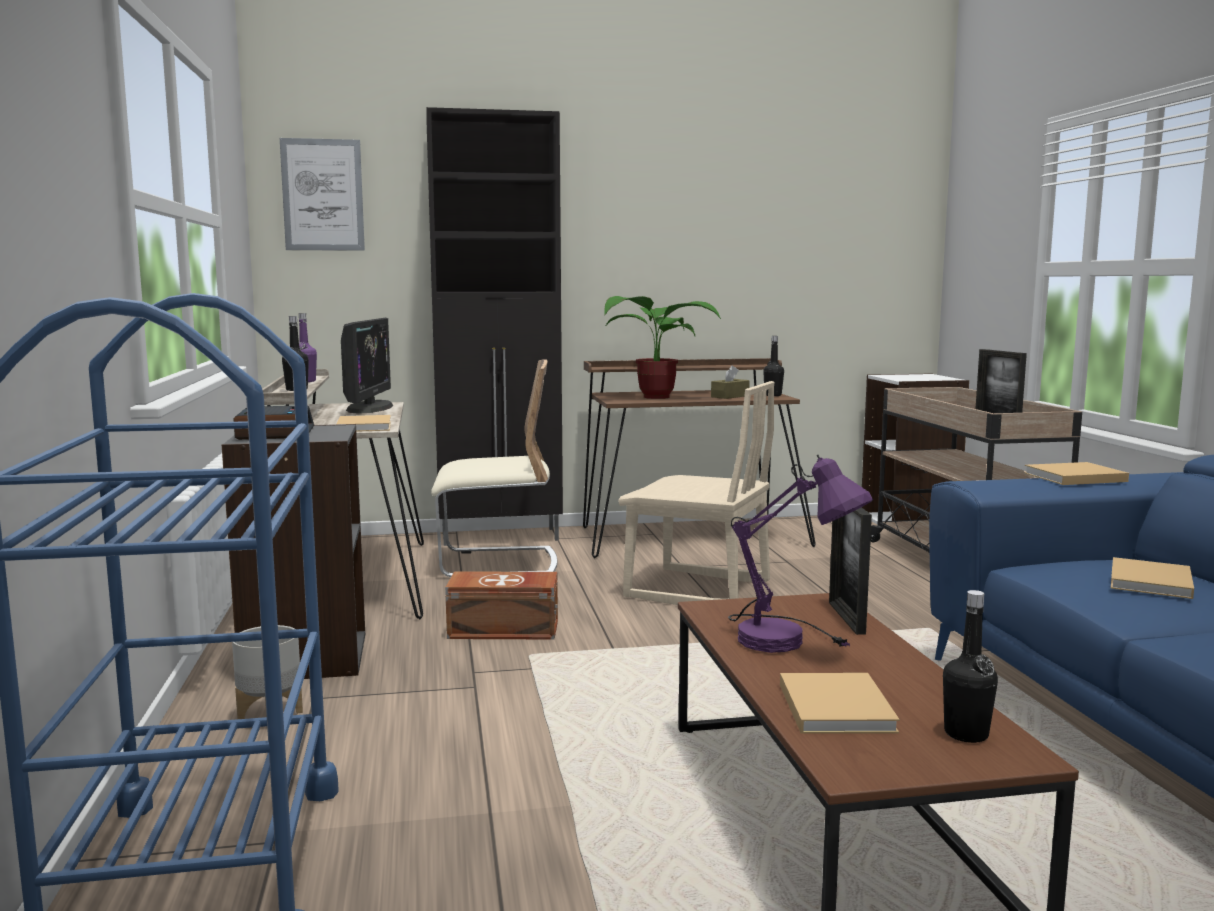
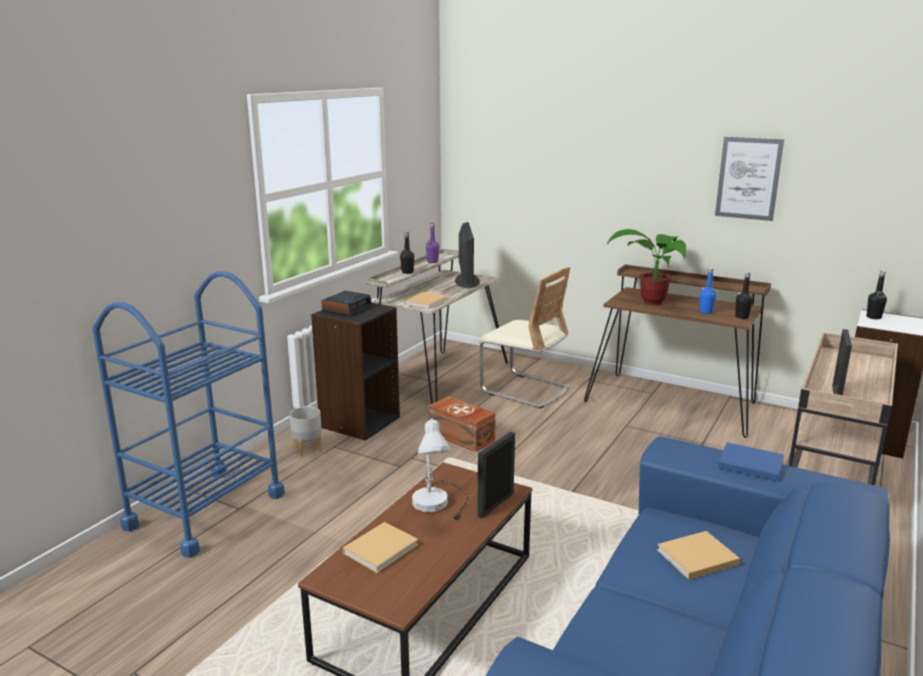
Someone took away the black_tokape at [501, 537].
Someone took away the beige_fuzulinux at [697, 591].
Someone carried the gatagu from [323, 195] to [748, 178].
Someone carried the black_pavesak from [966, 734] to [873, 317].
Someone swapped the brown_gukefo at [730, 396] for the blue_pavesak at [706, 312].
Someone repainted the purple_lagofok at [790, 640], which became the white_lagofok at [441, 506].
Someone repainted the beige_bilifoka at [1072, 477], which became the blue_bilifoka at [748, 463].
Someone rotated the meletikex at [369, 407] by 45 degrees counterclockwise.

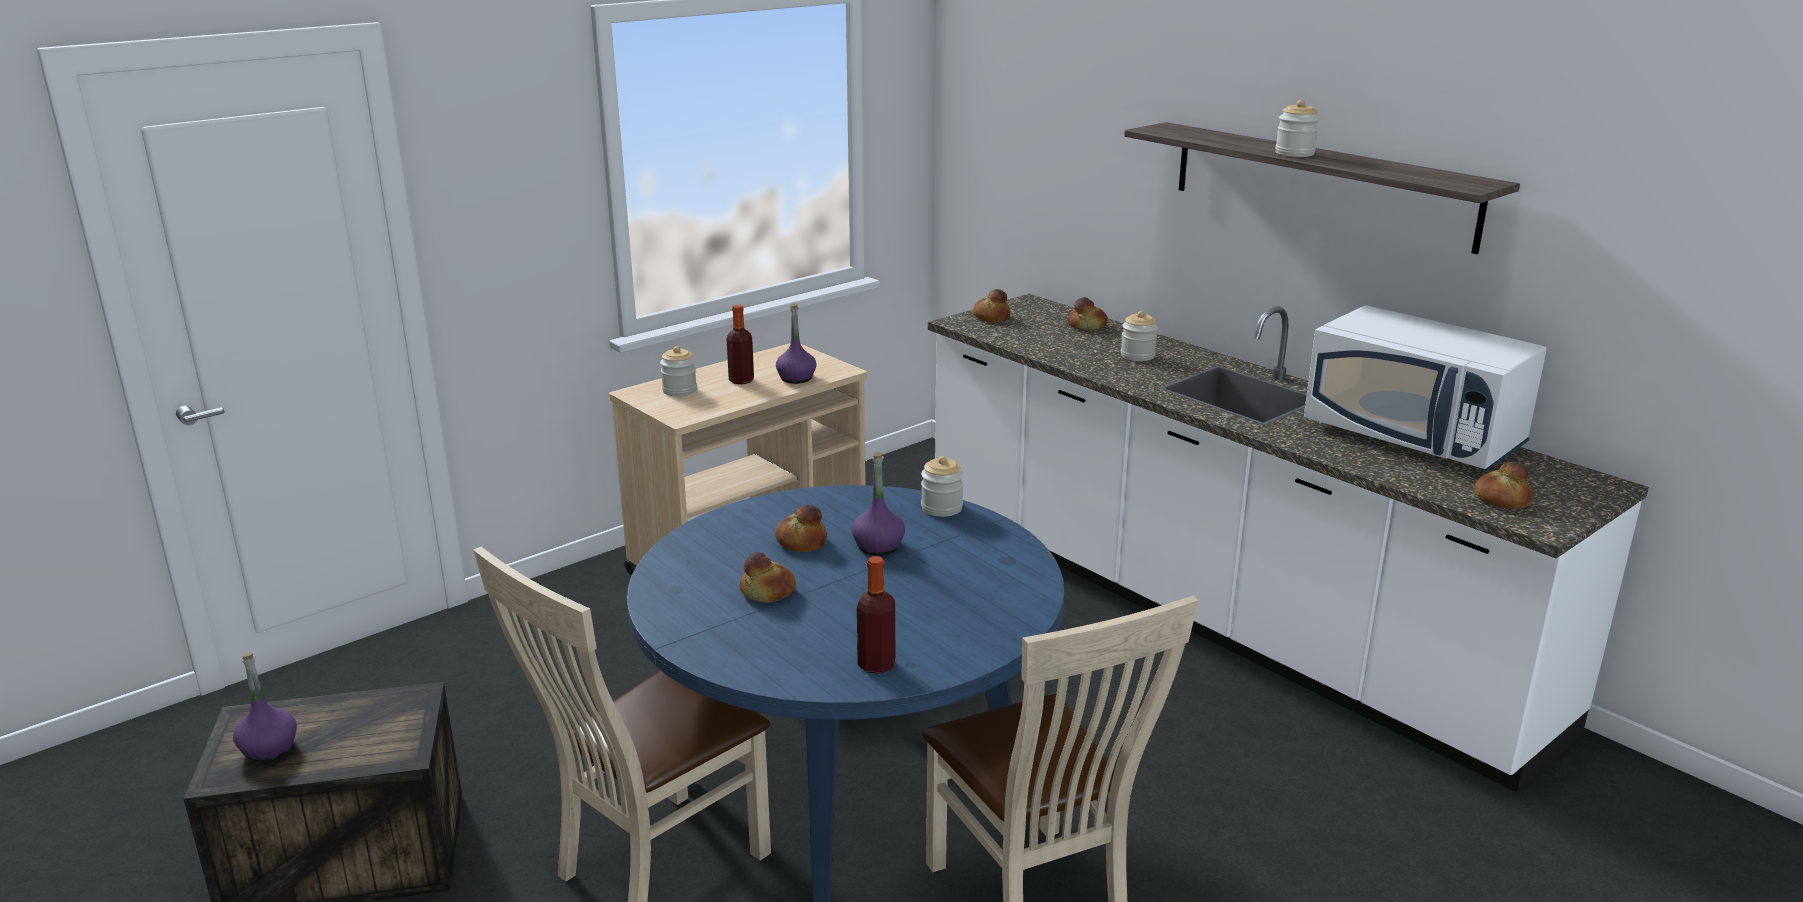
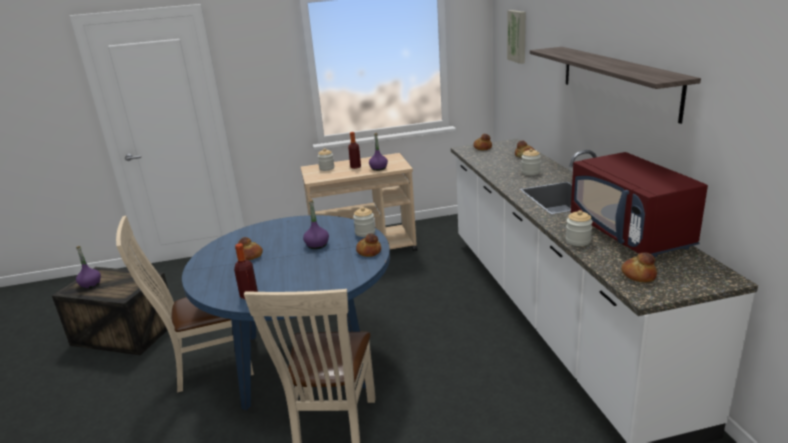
Someone put up the gatagu at [518, 36].
Someone carried the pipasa from [801, 542] to [369, 251].
Someone carried the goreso from [1294, 153] to [578, 241].
Someone repainted the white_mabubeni at [1414, 438], which became the red_mabubeni at [630, 233].

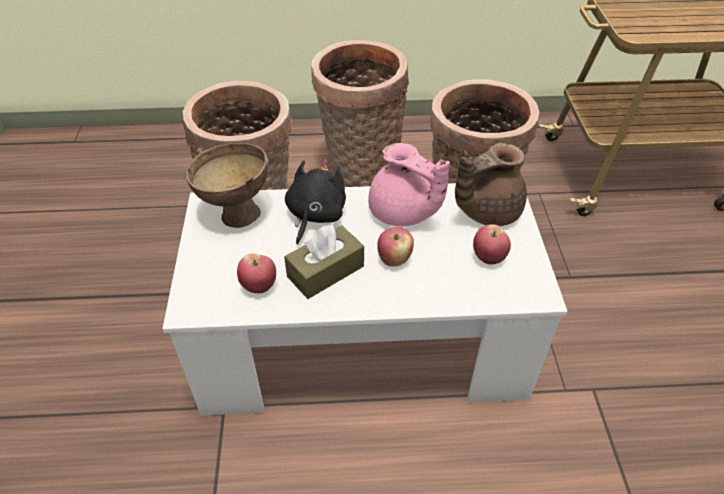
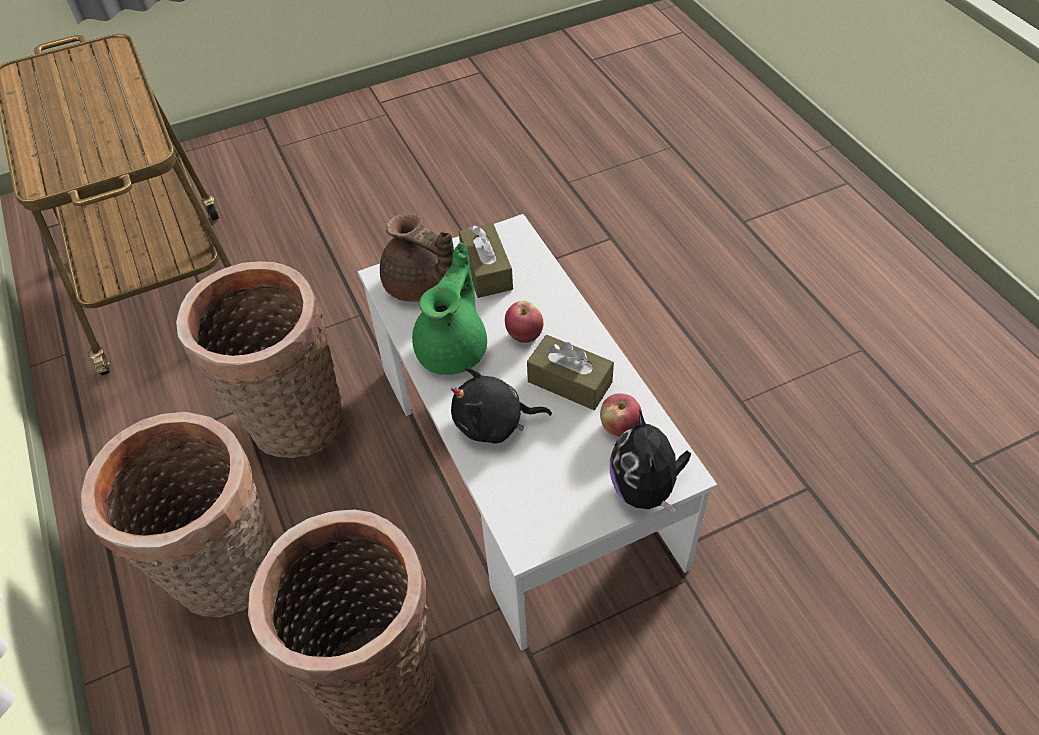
Someone took away the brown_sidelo at [235, 212].
Someone put down the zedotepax at [645, 489].
Someone swapped the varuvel at [488, 257] for the brown_gukefo at [486, 270].
Someone repainted the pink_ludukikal at [402, 213], which became the green_ludukikal at [454, 349].

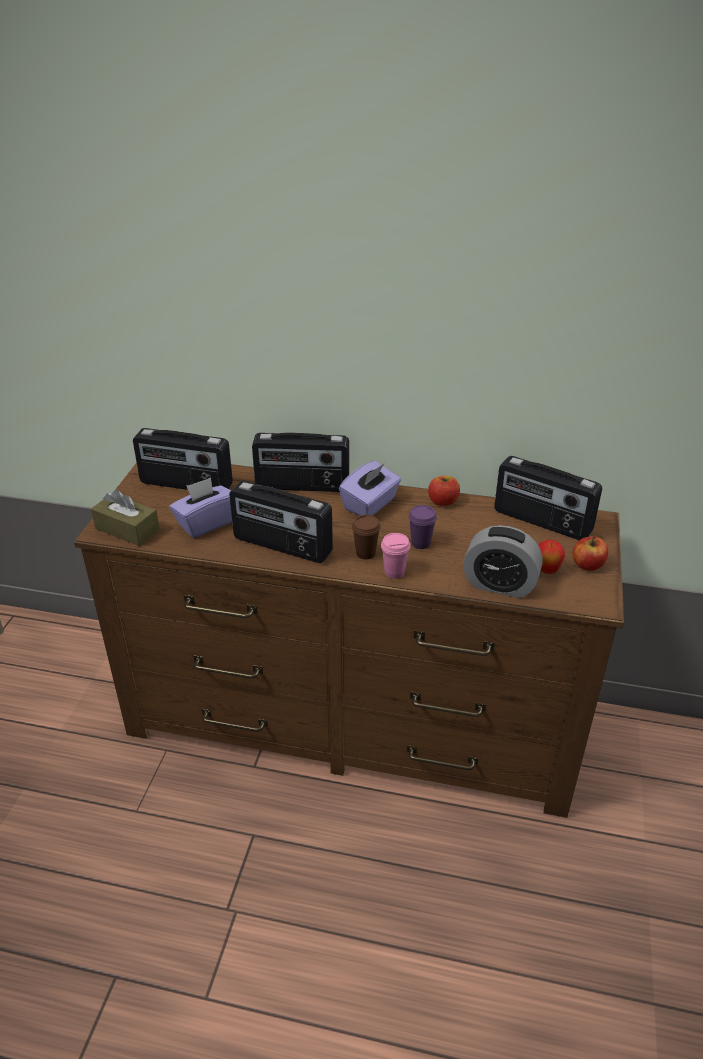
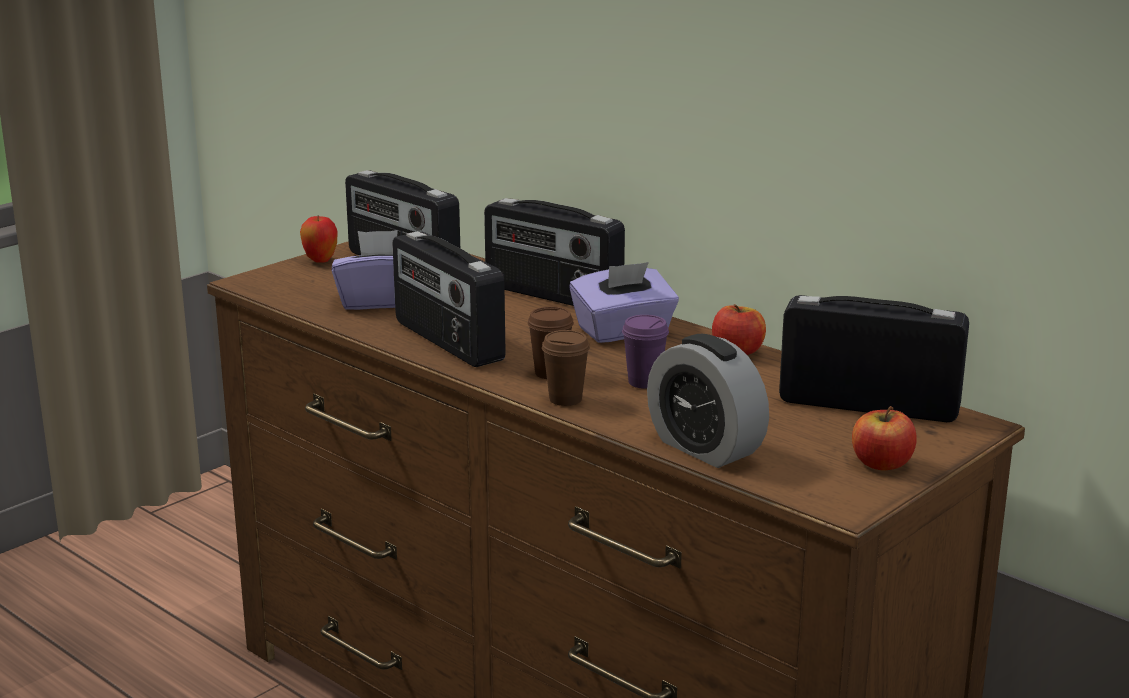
Someone took away the brown_gukefo at [127, 529].
Someone carried the varuvel from [546, 571] to [320, 261].
Someone repainted the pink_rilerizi at [394, 572], which became the brown_rilerizi at [565, 399].
Someone rotated the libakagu at [541, 522] by 135 degrees clockwise.

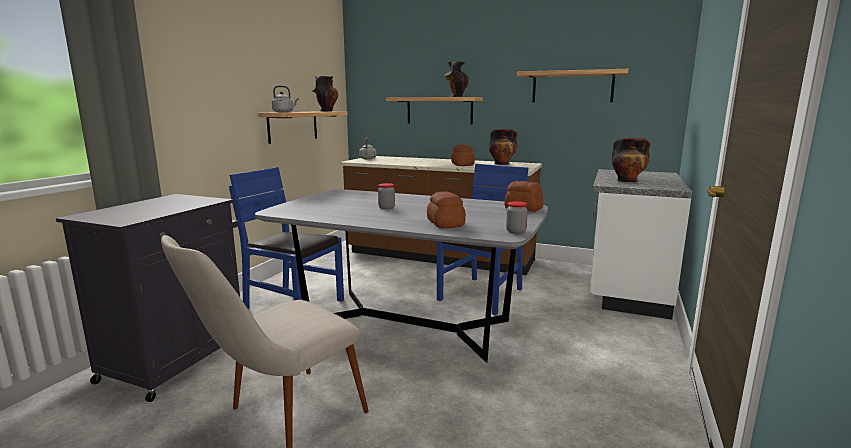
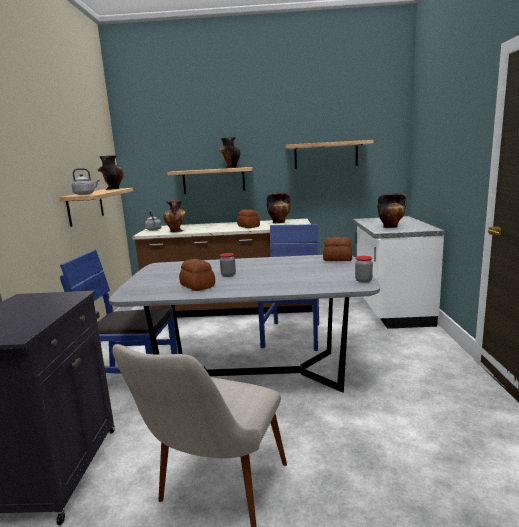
Someone put down the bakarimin at [176, 231].
Someone carried the pipasa from [445, 224] to [197, 286].

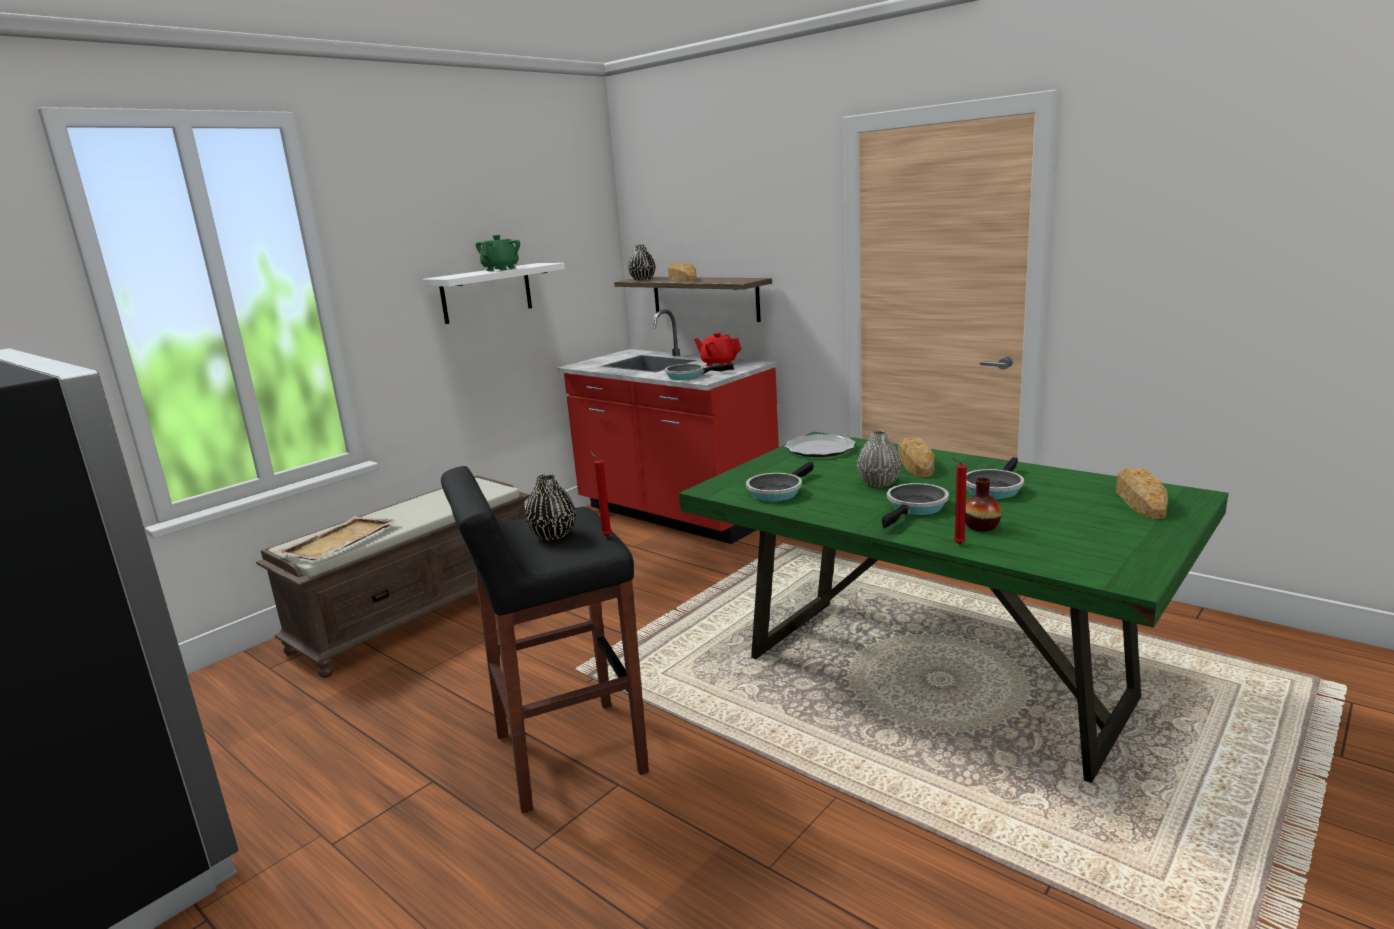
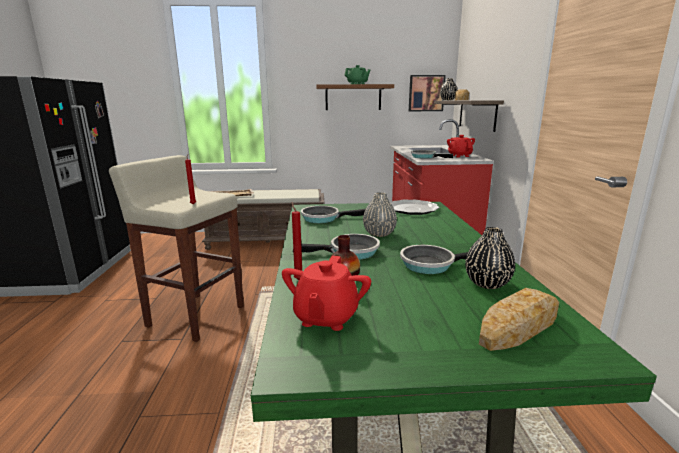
Someone took away the pipasa at [915, 463].
Someone put down the red_ludukikal at [325, 317].
Someone put up the gatagu at [426, 93].
Someone carried the black_bakarimin from [553, 535] to [487, 283].
Someone repainted the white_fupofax at [486, 293], which became the brown_fupofax at [353, 97].
Someone repainted the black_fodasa at [566, 754], which became the beige_fodasa at [195, 316].

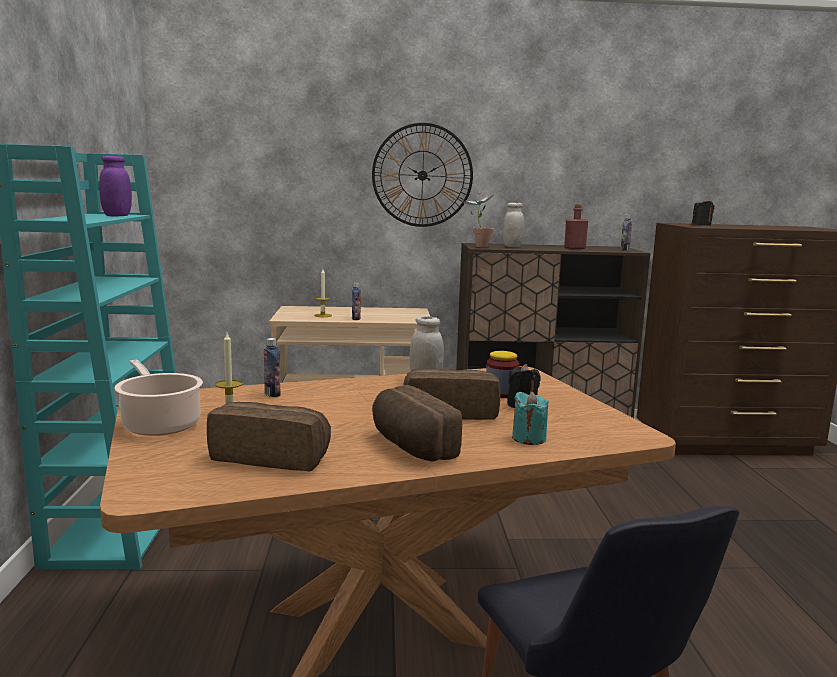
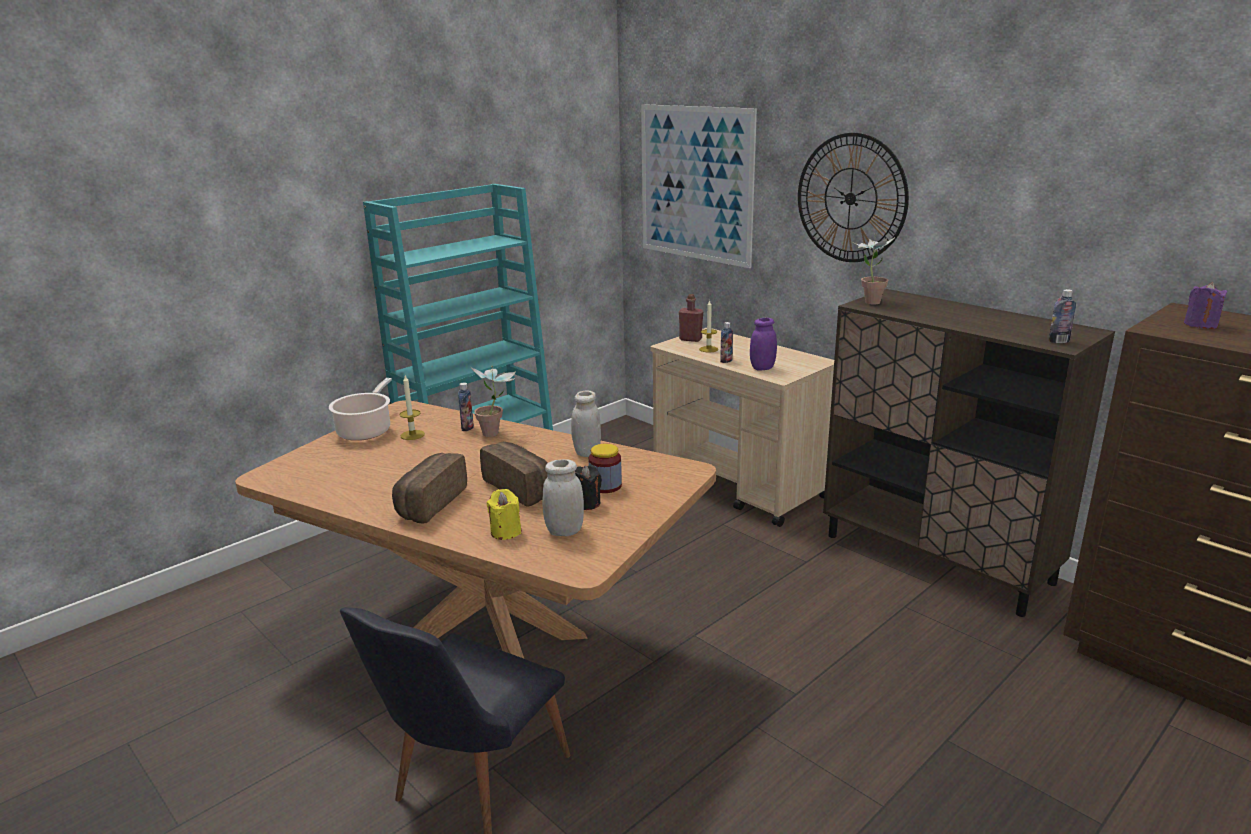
Someone took away the pipasa at [271, 457].
Someone put down the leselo at [496, 433].
Someone put up the gatagu at [695, 184].
Someone carried the purple_goreso from [117, 216] to [762, 368].
Someone carried the white_goreso from [512, 246] to [564, 531].
Someone carried the red_pavesak from [574, 248] to [690, 339].
Someone repainted the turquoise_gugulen at [529, 438], which became the yellow_gugulen at [505, 532].
Someone repainted the black_gugulen at [701, 225], which became the purple_gugulen at [1200, 324].

